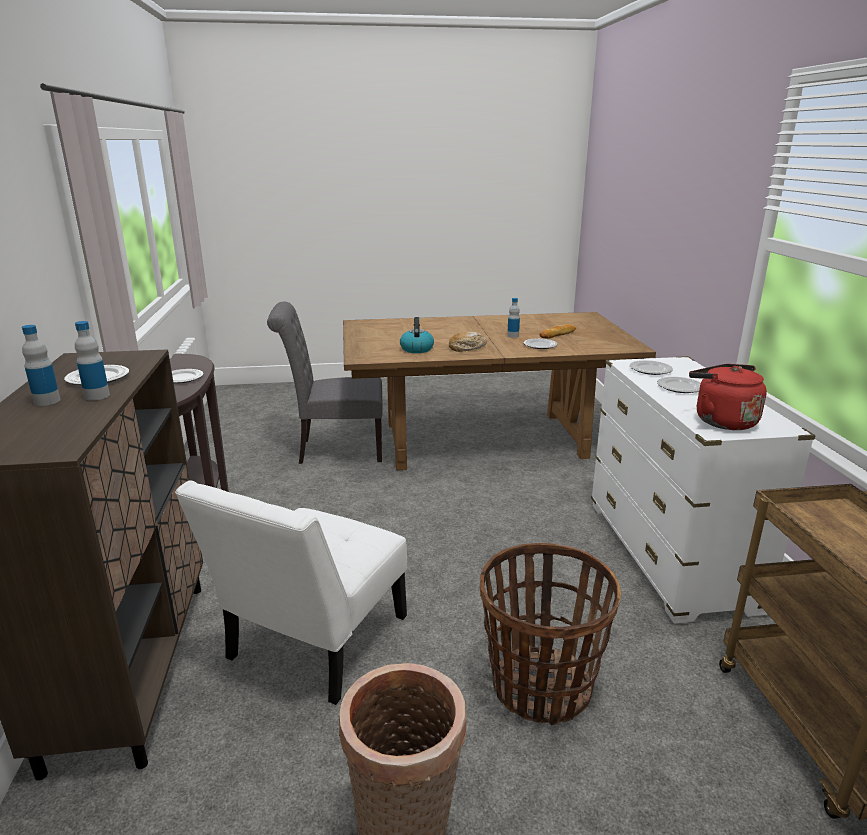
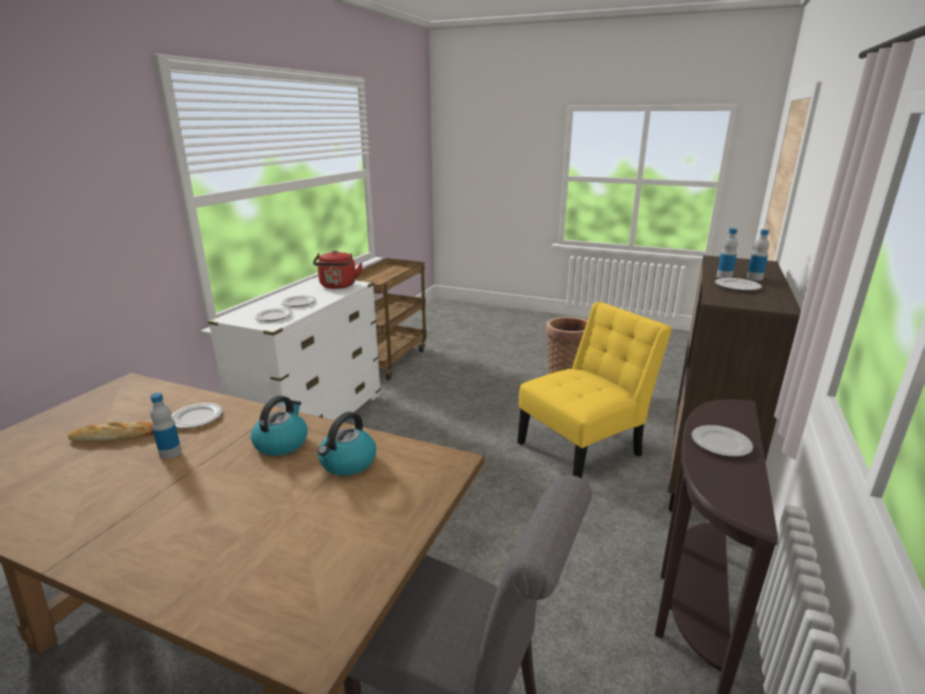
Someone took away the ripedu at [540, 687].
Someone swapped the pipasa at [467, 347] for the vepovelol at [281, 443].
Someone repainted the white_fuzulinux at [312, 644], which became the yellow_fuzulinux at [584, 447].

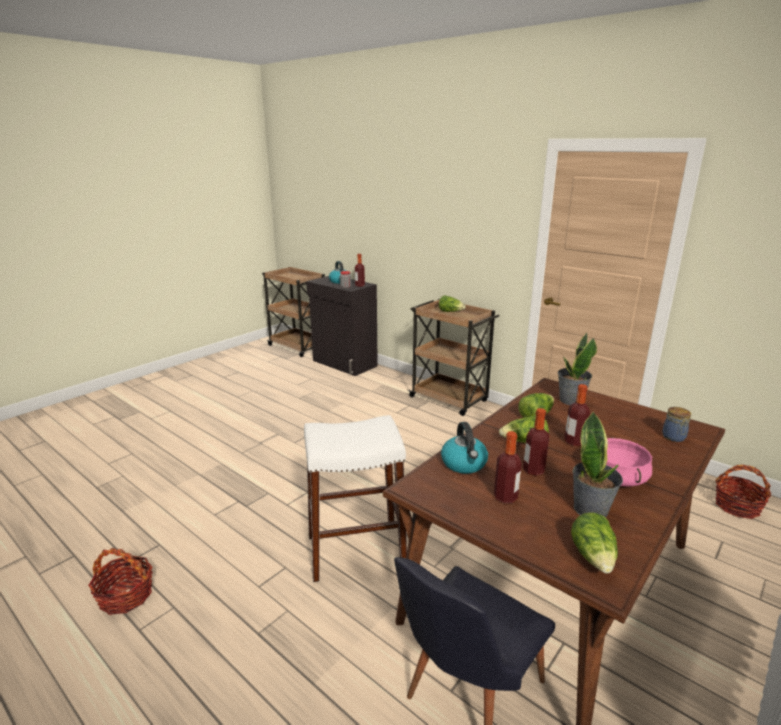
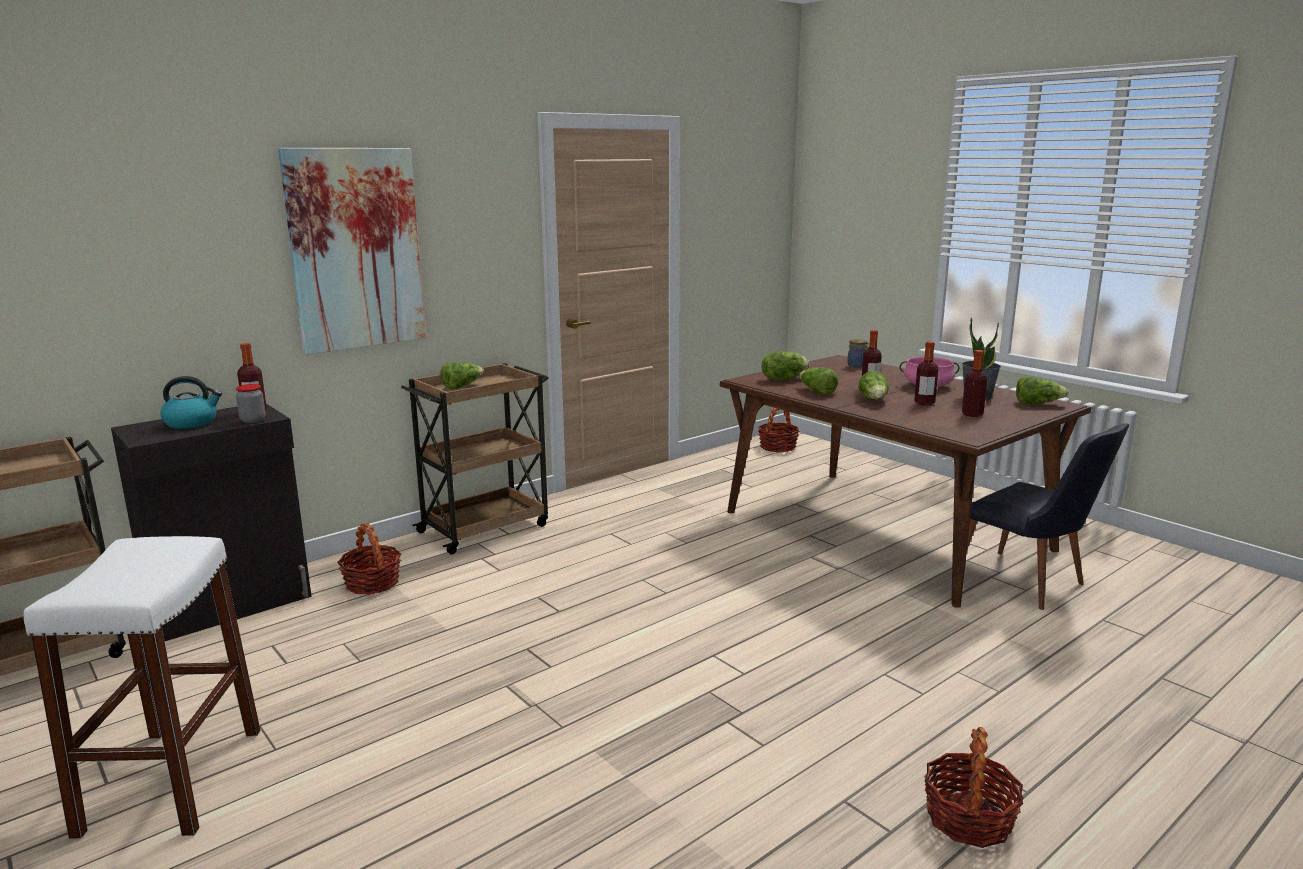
Someone took away the vepovelol at [464, 464].
Someone put up the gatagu at [356, 249].
Someone put down the ripedu at [372, 583].
Someone carried the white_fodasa from [356, 551] to [173, 780].
Someone swapped the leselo at [571, 400] for the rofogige at [783, 379].

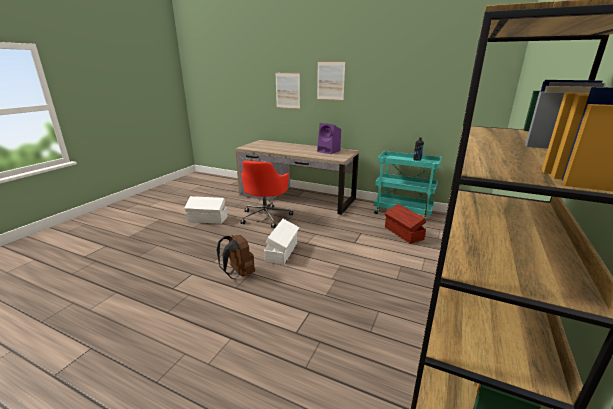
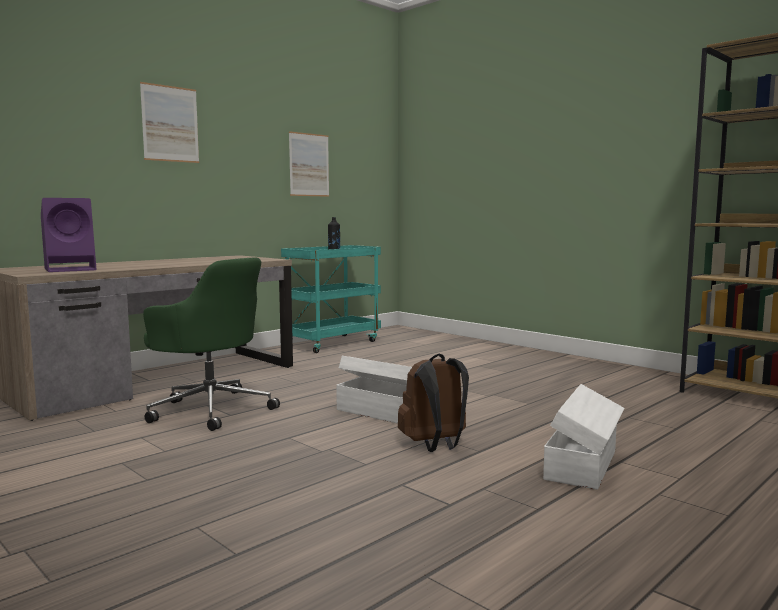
Someone took away the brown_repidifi at [403, 233].
Someone carried the white_repidifi from [207, 219] to [583, 465].
Someone carried the gatagu from [287, 90] to [309, 165].
Someone carried the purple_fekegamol from [329, 151] to [72, 269].
Someone repainted the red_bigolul at [266, 216], which became the green_bigolul at [210, 409].

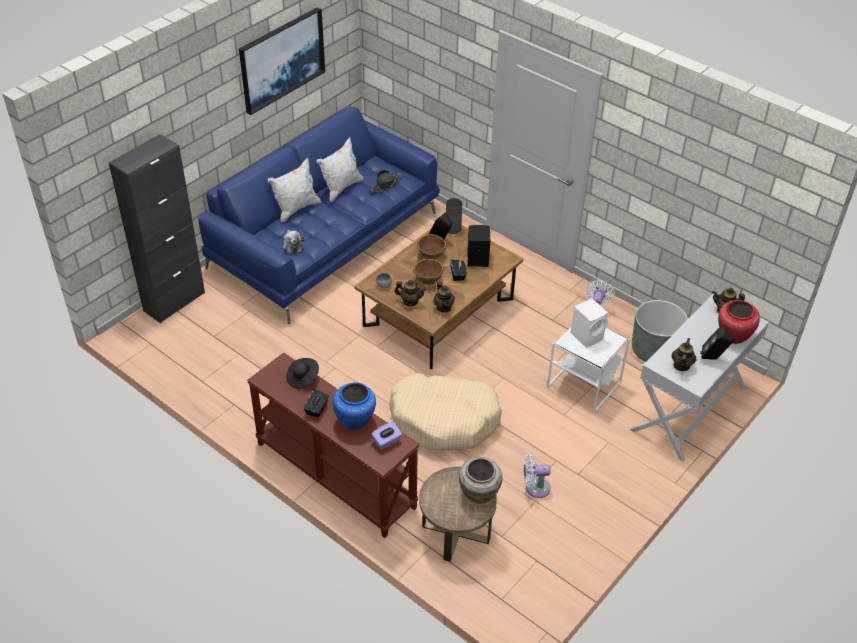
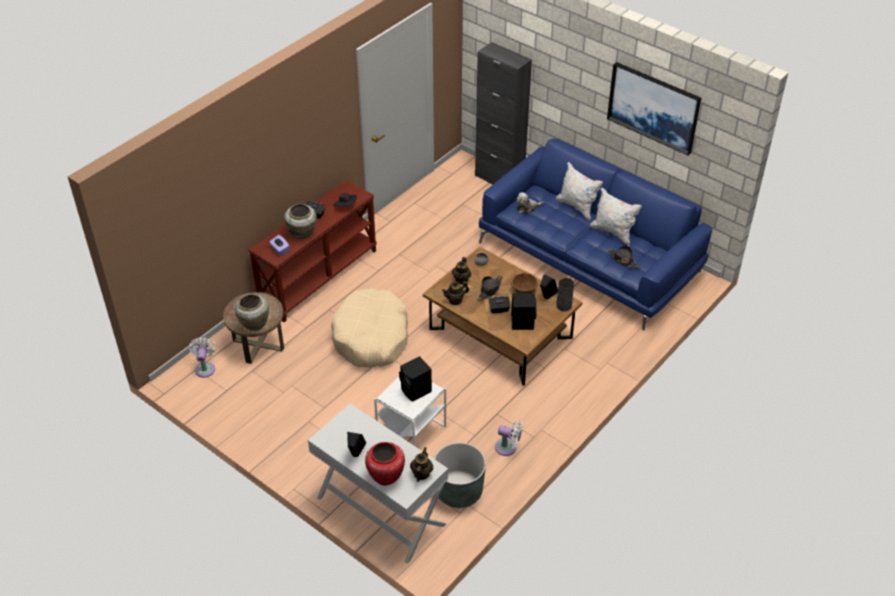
Someone took away the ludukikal at [681, 365].
Someone carried the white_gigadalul from [535, 488] to [205, 368].
Someone swapped the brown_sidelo at [428, 280] for the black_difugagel at [489, 290].
Someone repainted the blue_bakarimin at [355, 420], which became the beige_bakarimin at [302, 233].
Someone repainted the white_fekegamol at [588, 335], which became the black_fekegamol at [416, 391].

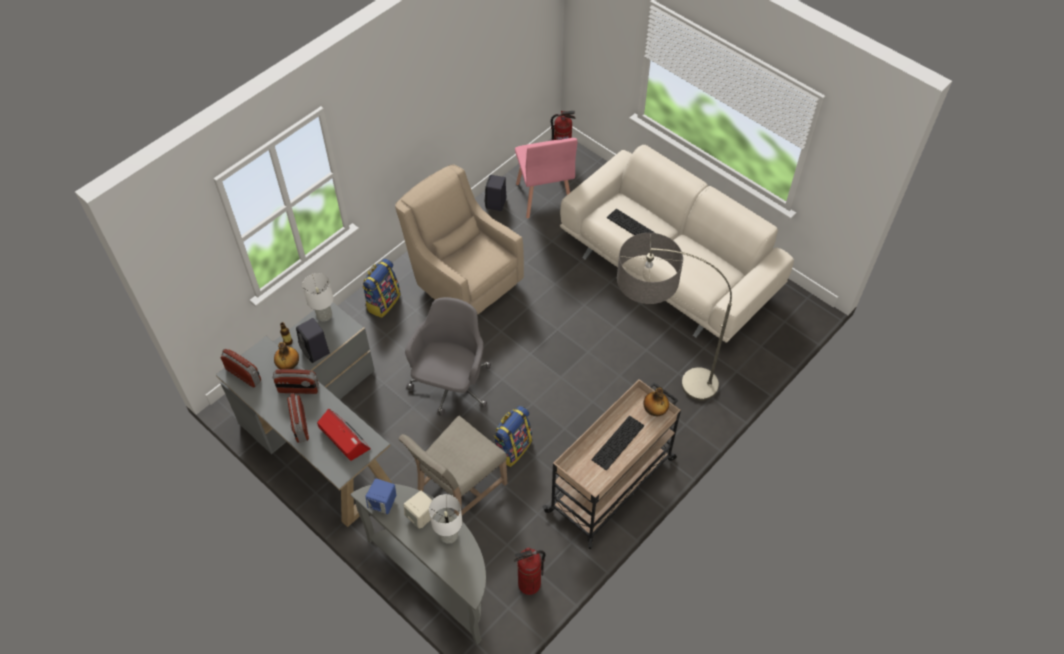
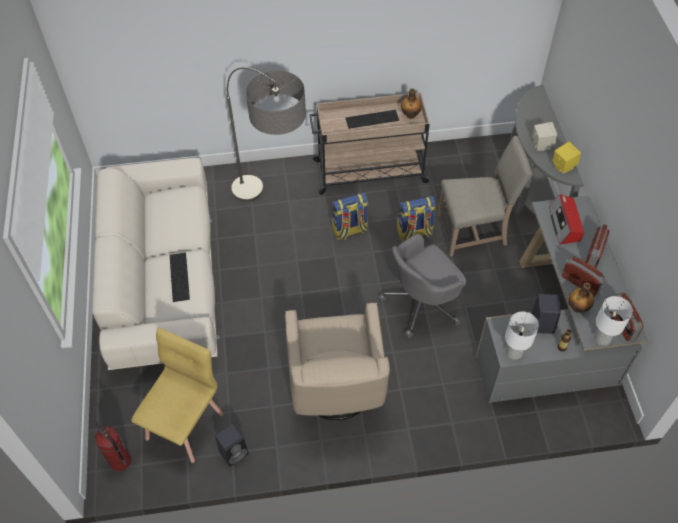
Someone took away the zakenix at [529, 584].
Someone carried the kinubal from [383, 302] to [349, 230].
Someone carried the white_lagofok from [449, 534] to [602, 338].
Someone carried the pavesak from [654, 411] to [410, 114].
Someone repainted the blue_fekegamol at [383, 503], which became the yellow_fekegamol at [563, 166].
Someone repainted the pink_fuzulinux at [543, 197], which became the yellow_fuzulinux at [185, 425].

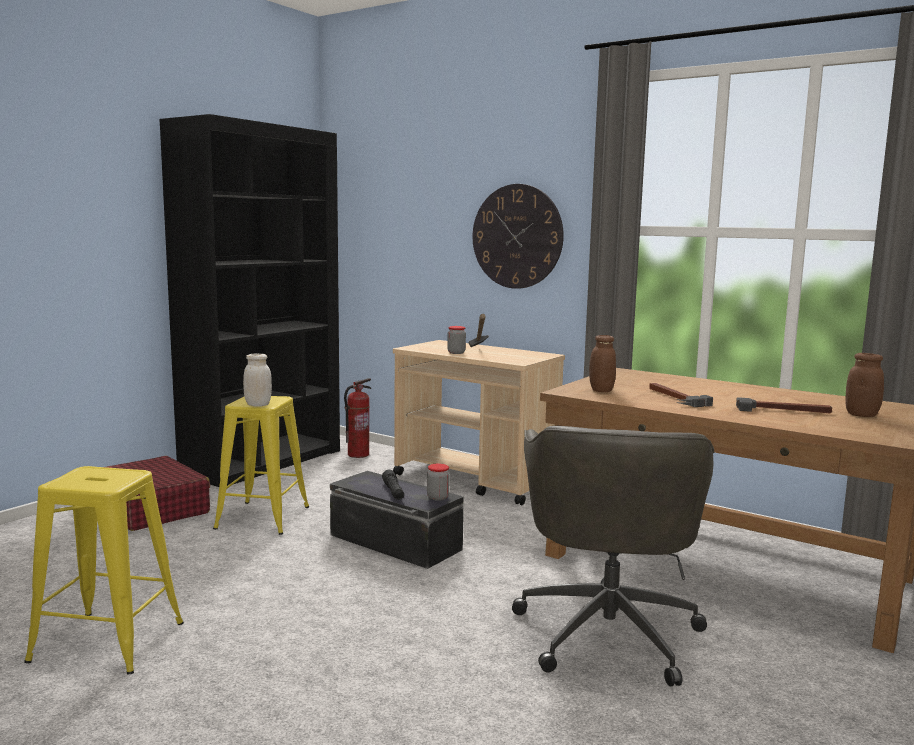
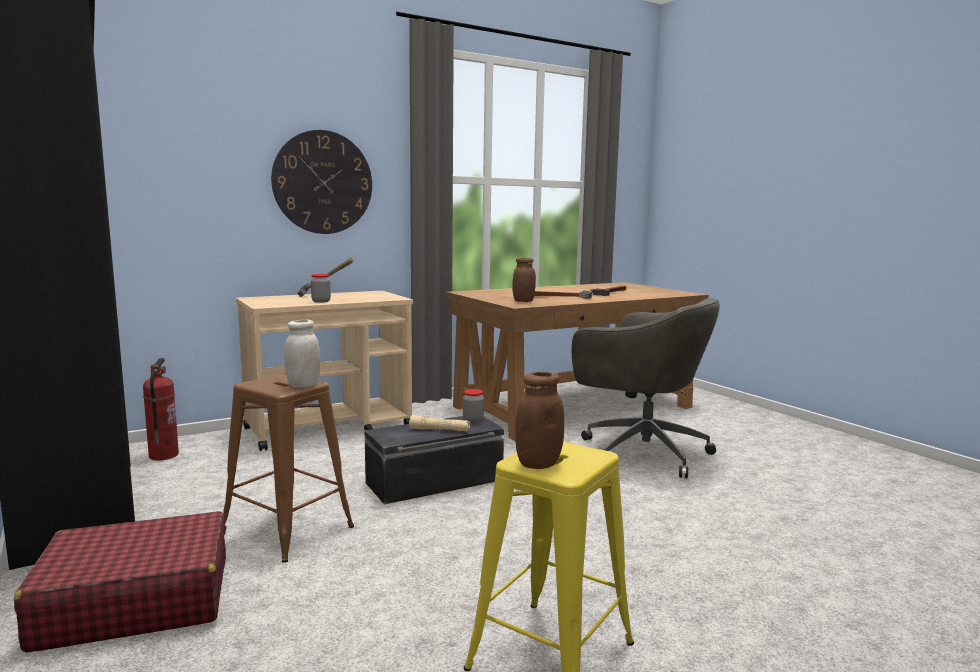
Someone carried the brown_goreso from [861, 415] to [538, 463].
Someone repainted the yellow_fodasa at [263, 517], which became the brown_fodasa at [287, 530].
Someone repainted the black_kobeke at [393, 491], which became the beige_kobeke at [439, 430].

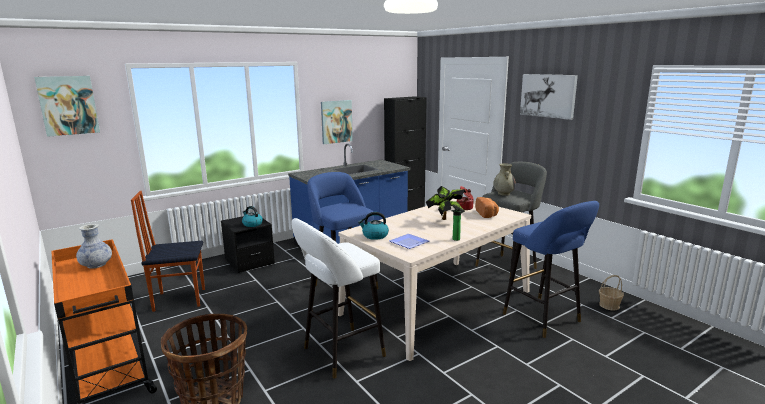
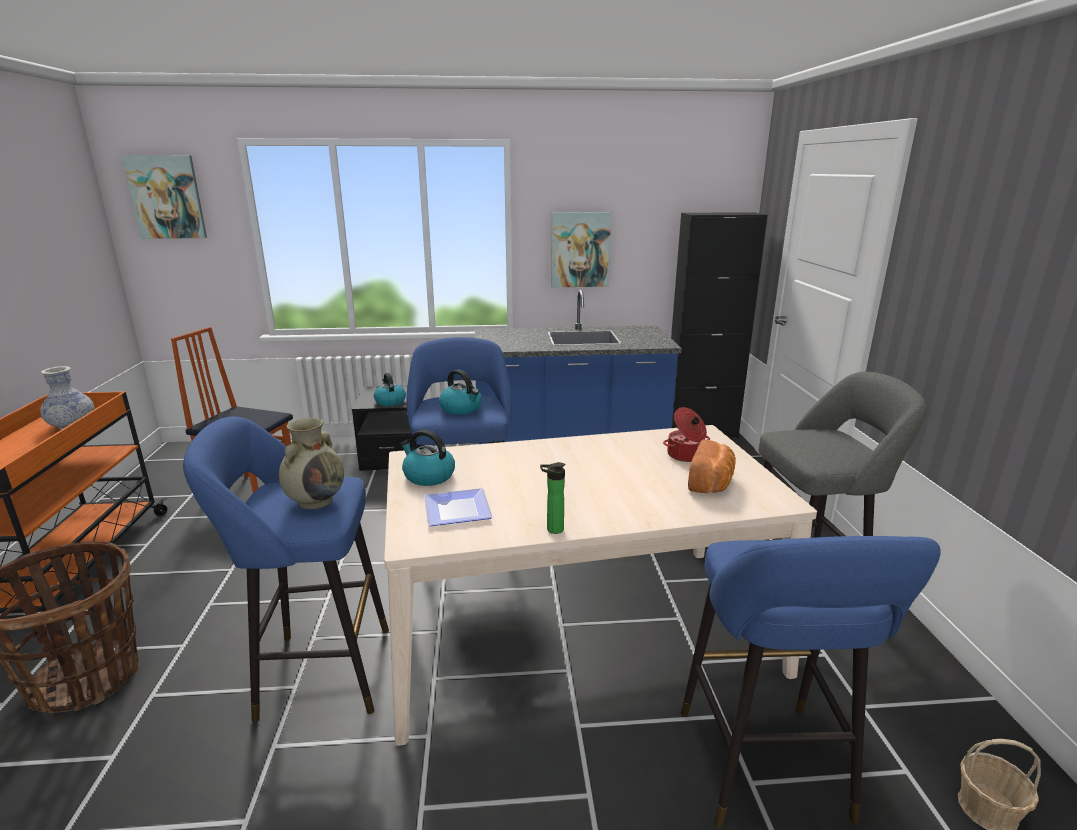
Someone took away the leselo at [445, 220].
Someone took away the gatagu at [548, 95].
Someone put down the vepovelol at [462, 409].
Someone carried the beige_bakarimin from [503, 193] to [316, 500].
Someone repainted the white_fodasa at [340, 353], which became the blue_fodasa at [316, 672].

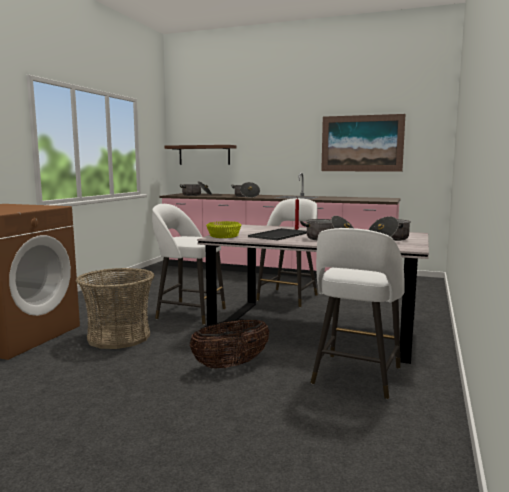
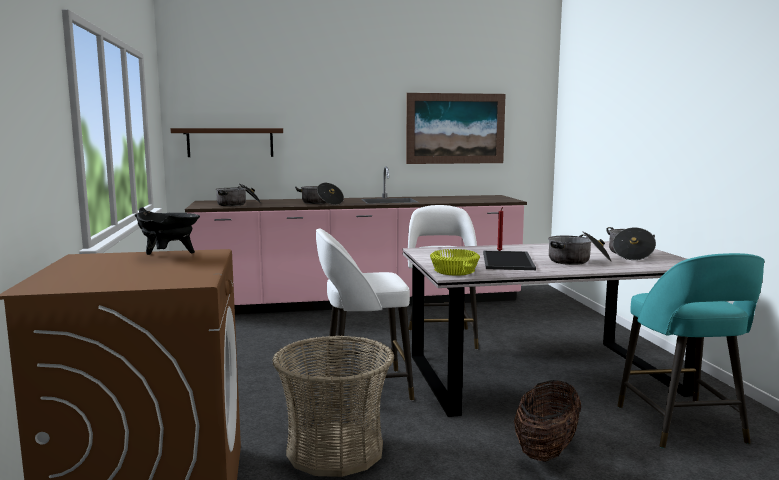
Someone put down the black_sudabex at [169, 256].
Someone repainted the white_fodasa at [355, 377], which became the turquoise_fodasa at [682, 426].

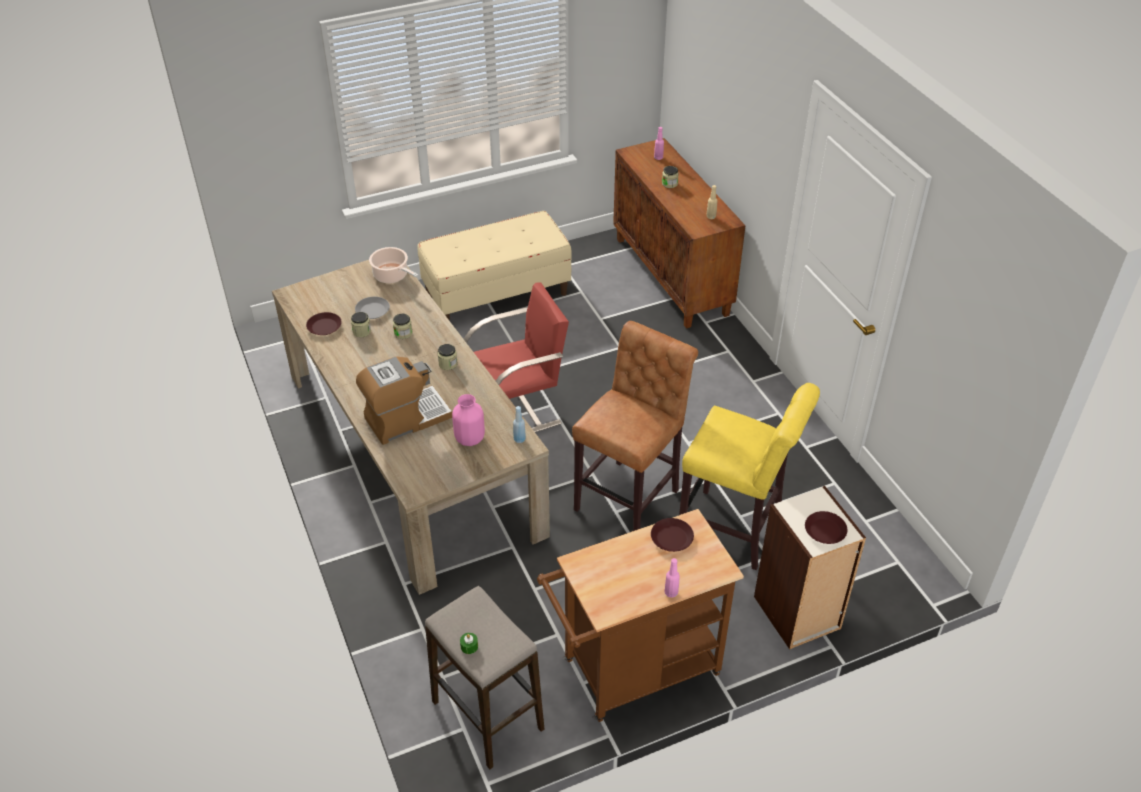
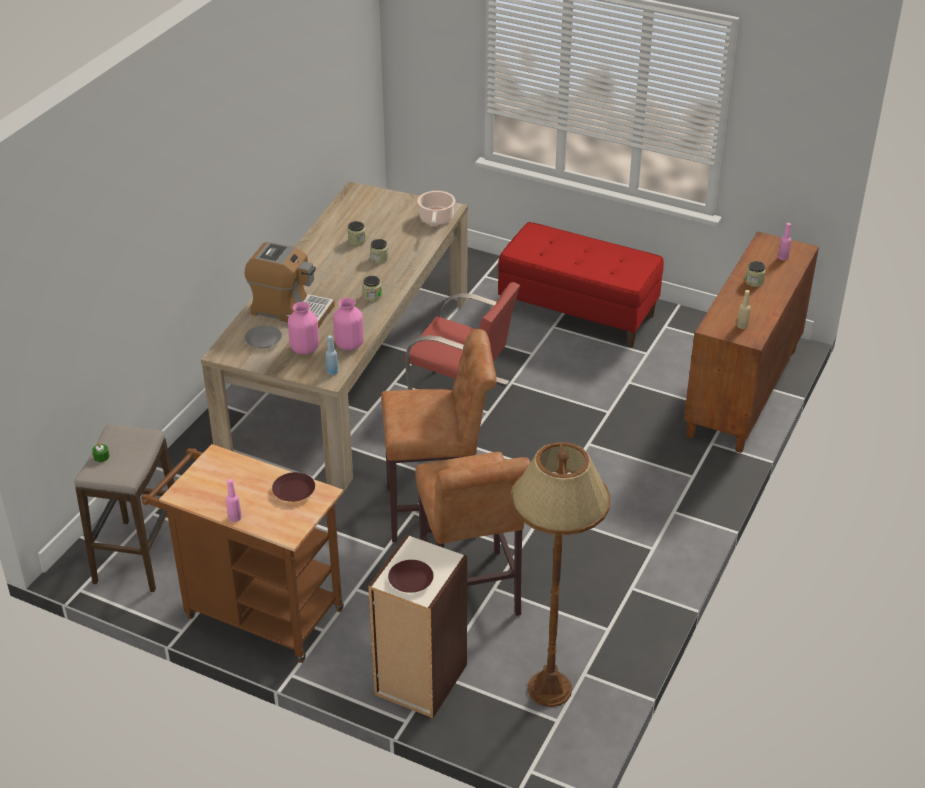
Someone took away the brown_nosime at [324, 326].
Someone put down the pink_bakarimin at [350, 344].
Someone put down the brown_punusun at [549, 688].
Someone carried the grey_nosime from [372, 310] to [263, 340].
Someone repainted the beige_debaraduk at [496, 294], which became the red_debaraduk at [578, 313].
Someone repainted the yellow_fodasa at [735, 532], which became the brown_fodasa at [471, 594].

